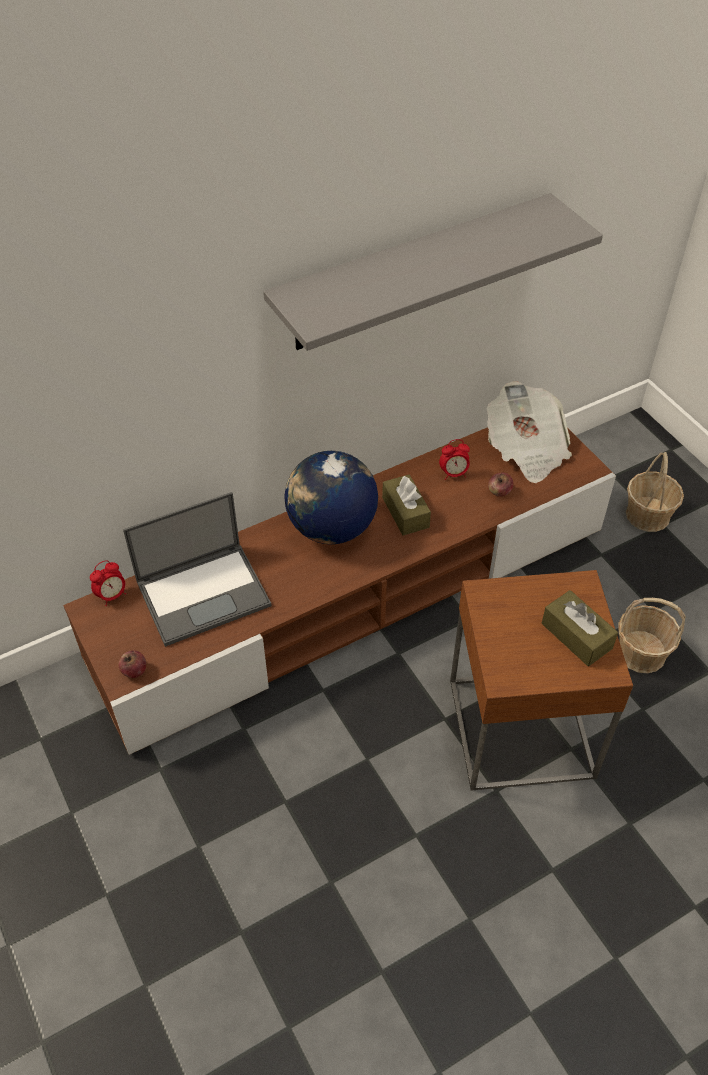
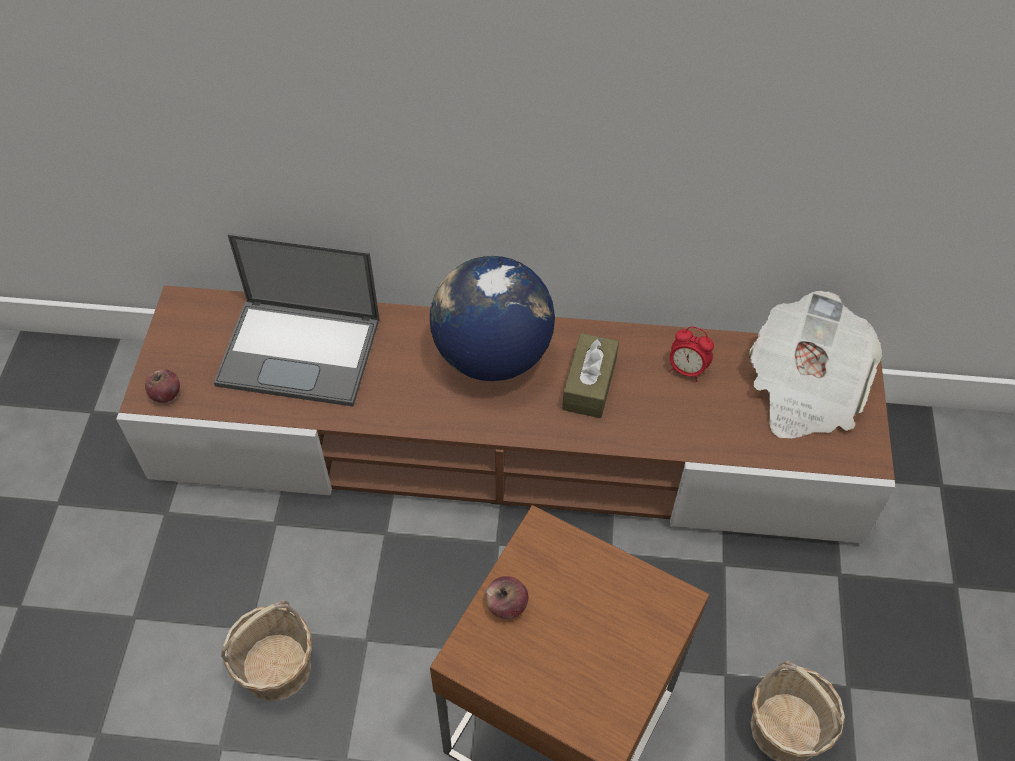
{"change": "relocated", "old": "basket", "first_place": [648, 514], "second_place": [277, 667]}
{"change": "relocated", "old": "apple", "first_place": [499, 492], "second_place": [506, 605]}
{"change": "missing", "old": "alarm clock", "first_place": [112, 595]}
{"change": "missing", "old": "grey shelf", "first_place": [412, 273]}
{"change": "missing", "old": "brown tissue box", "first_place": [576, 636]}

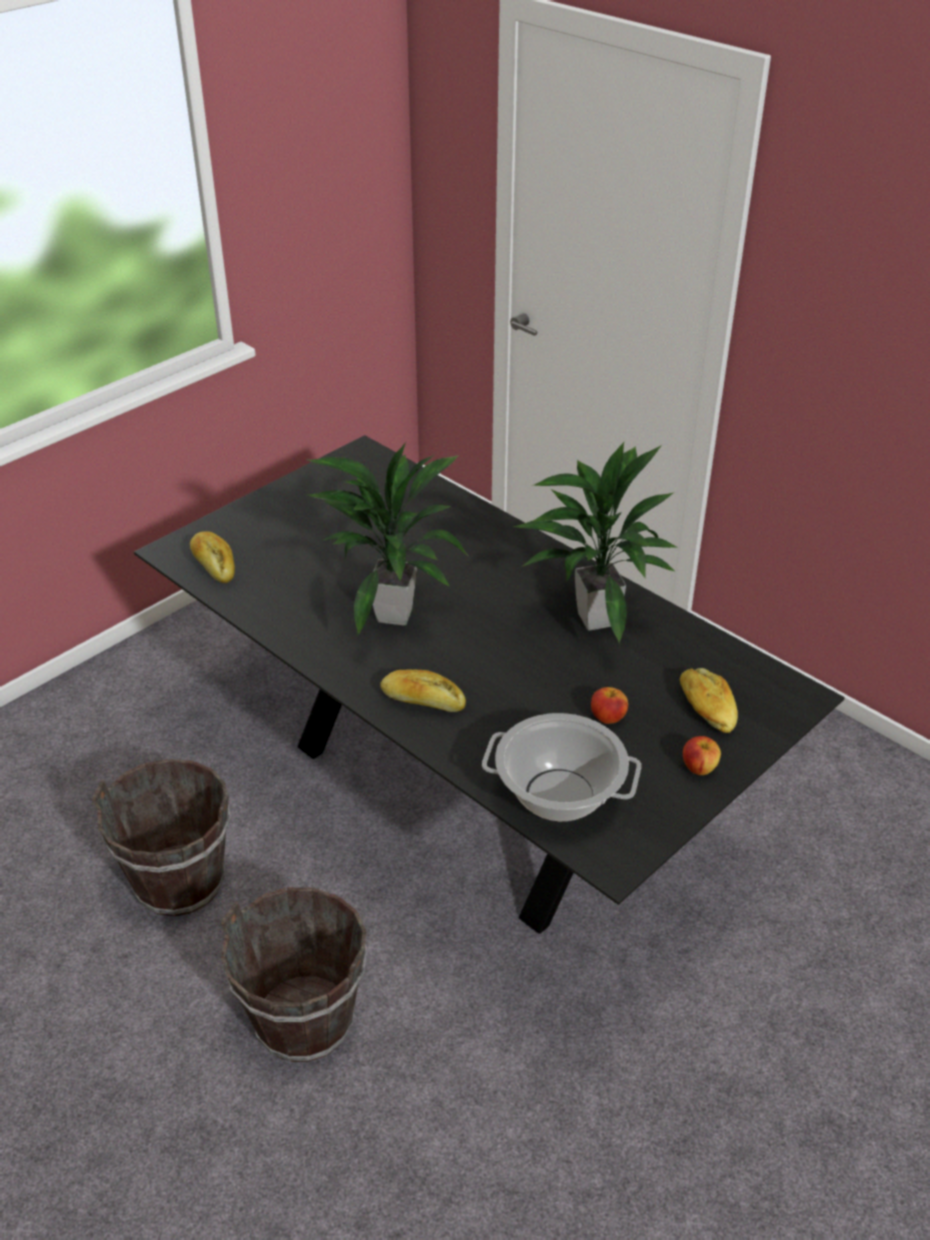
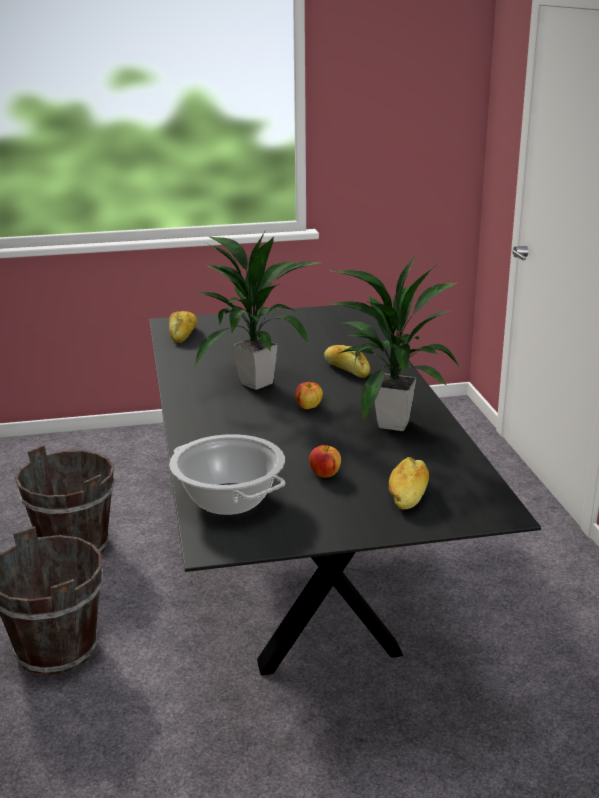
{"change": "relocated", "old": "apple", "first_place": [699, 768], "second_place": [308, 407]}
{"change": "relocated", "old": "bread", "first_place": [422, 701], "second_place": [346, 369]}

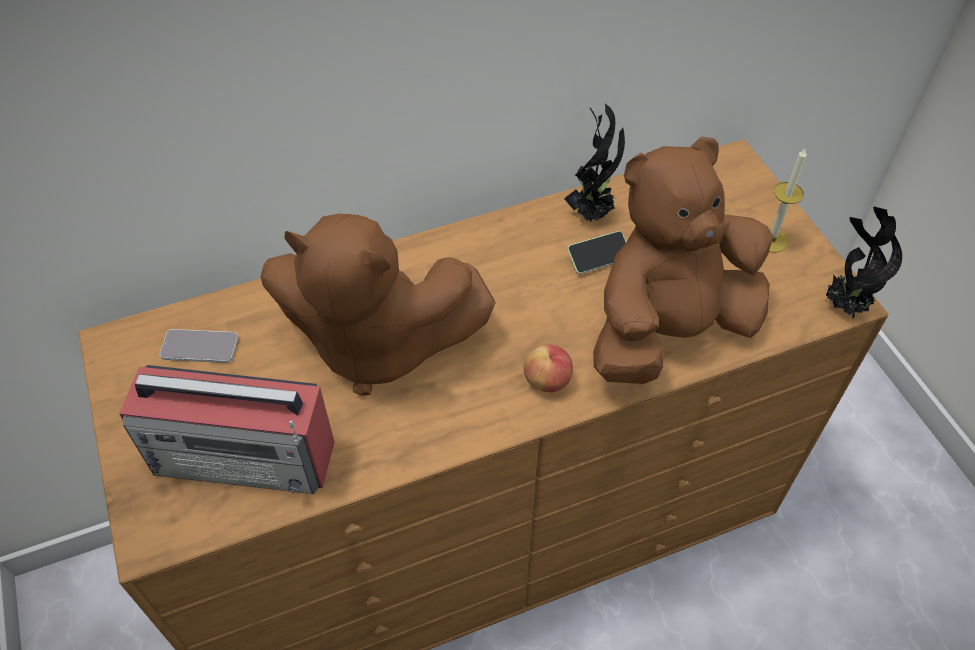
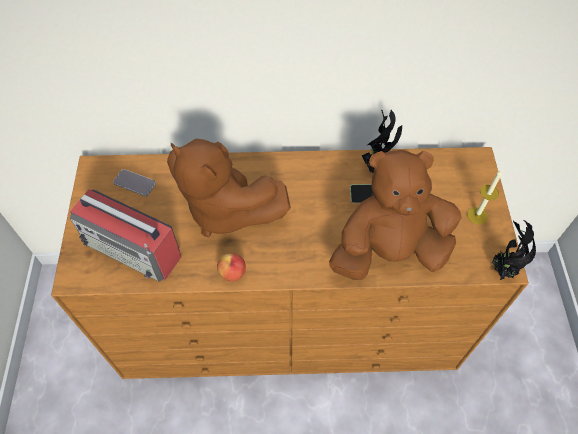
{"change": "relocated", "old": "apple", "first_place": [547, 381], "second_place": [232, 273]}

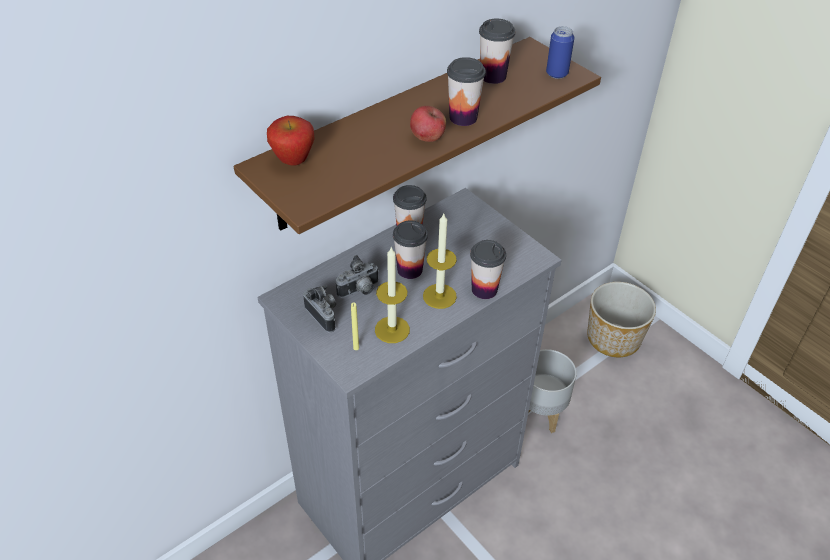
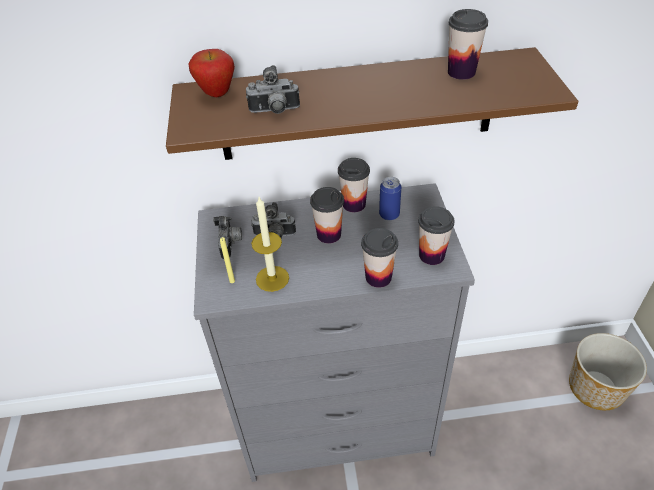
{"change": "appeared", "new": "photo camera", "second_place": [274, 111]}
{"change": "relocated", "old": "can", "first_place": [557, 73], "second_place": [389, 215]}
{"change": "relocated", "old": "cup", "first_place": [463, 118], "second_place": [431, 255]}
{"change": "missing", "old": "apple", "first_place": [427, 138]}
{"change": "missing", "old": "candle", "first_place": [439, 296]}
{"change": "missing", "old": "grey planter", "first_place": [540, 412]}

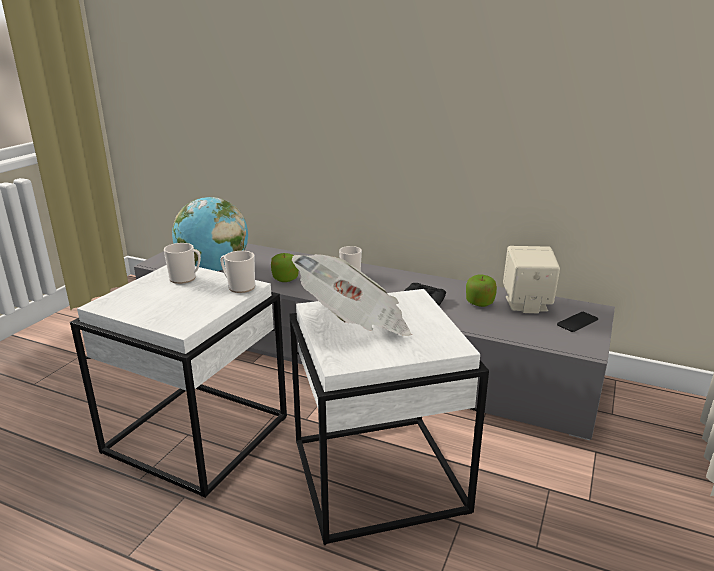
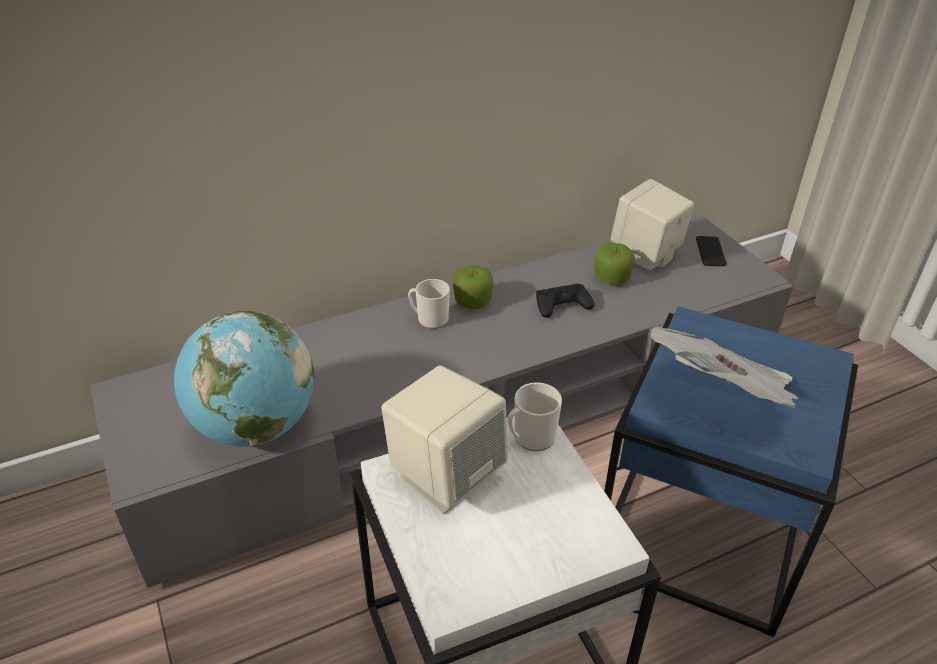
{"change": "exchanged", "old": "mug", "new": "beige speaker", "first_place": [185, 278], "second_place": [446, 475]}
{"change": "relocated", "old": "apple", "first_place": [285, 278], "second_place": [472, 301]}
{"change": "colour", "old": "white side table", "new": "blue side table", "first_place": [380, 476], "second_place": [703, 531]}

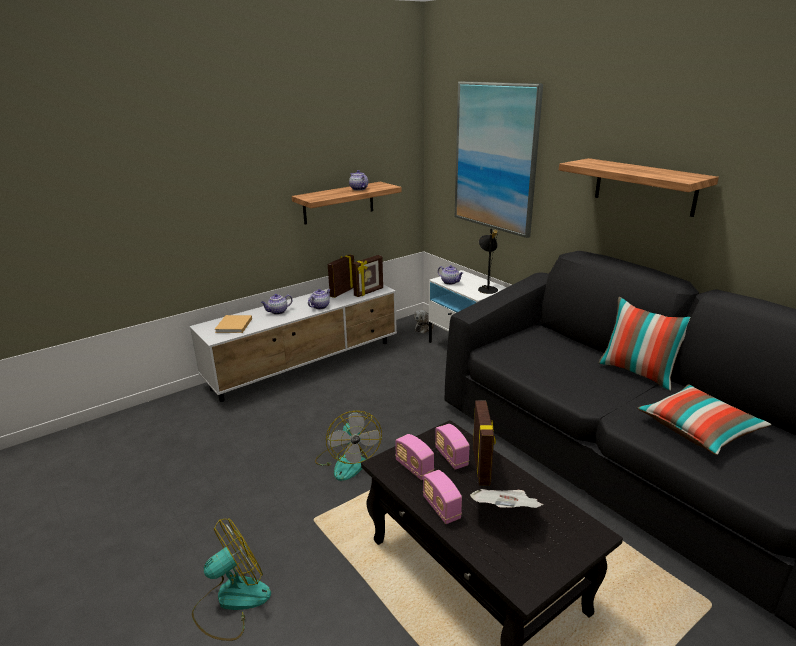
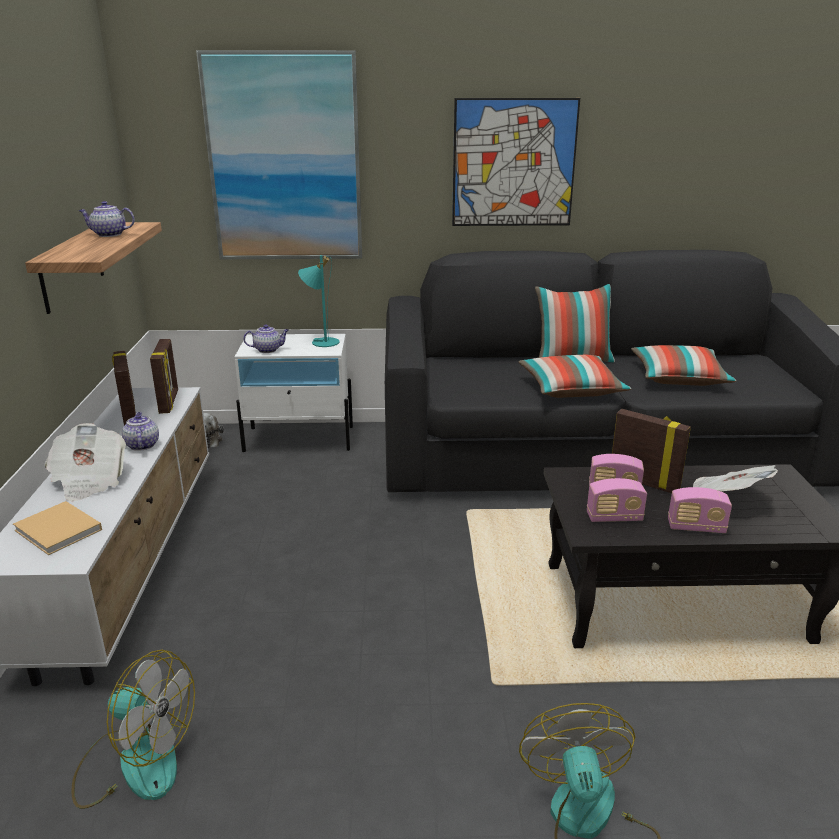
{"change": "exchanged", "old": "teapot", "new": "newspaper", "first_place": [277, 312], "second_place": [89, 480]}
{"change": "relocated", "old": "fan", "first_place": [347, 461], "second_place": [135, 762]}
{"change": "colour", "old": "black table lamp", "new": "turquoise table lamp", "first_place": [487, 288], "second_place": [321, 341]}
{"change": "exchanged", "old": "shelf", "new": "picture", "first_place": [644, 186], "second_place": [514, 163]}
{"change": "appeared", "new": "pillow", "second_place": [571, 390]}

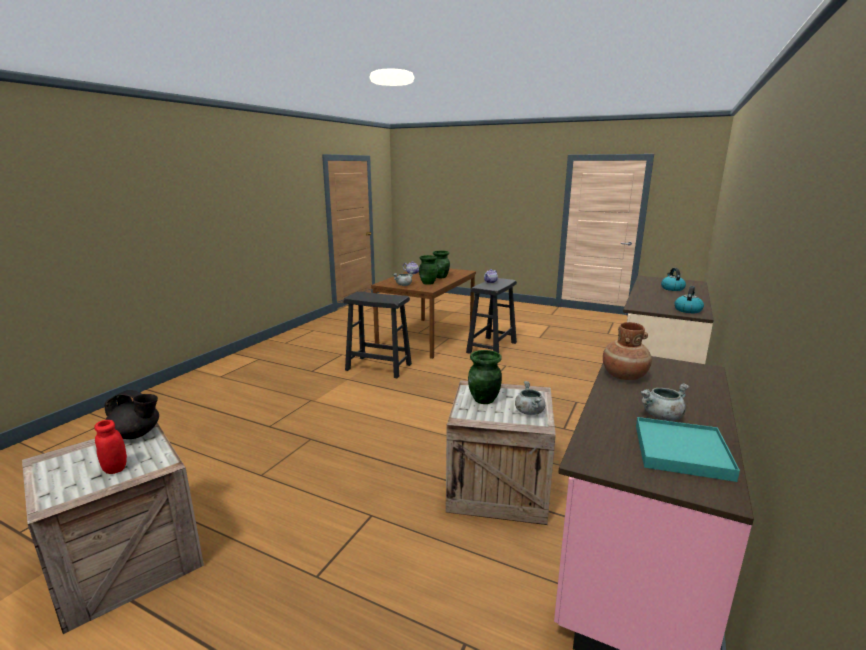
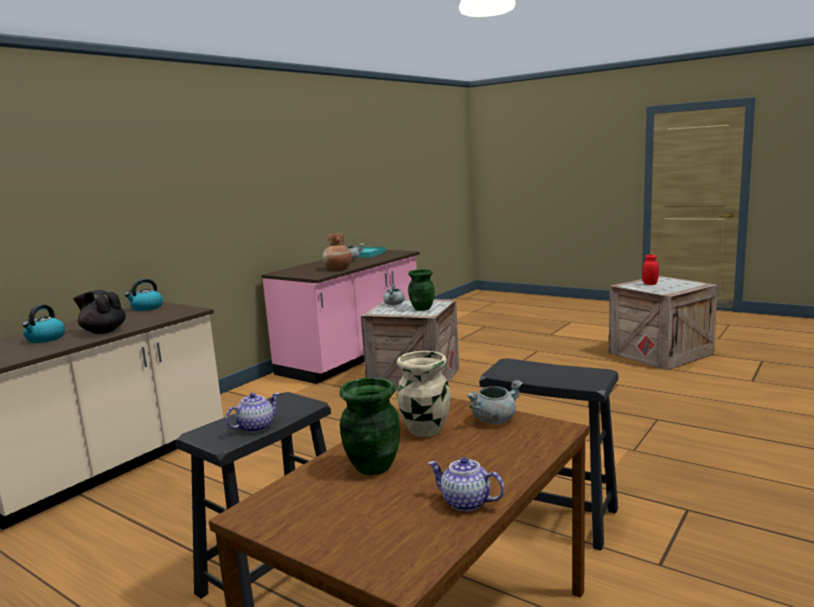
{"change": "relocated", "old": "black teapot", "first_place": [136, 434], "second_place": [103, 331]}
{"change": "colour", "old": "green vase", "new": "beige vase", "first_place": [428, 283], "second_place": [425, 430]}

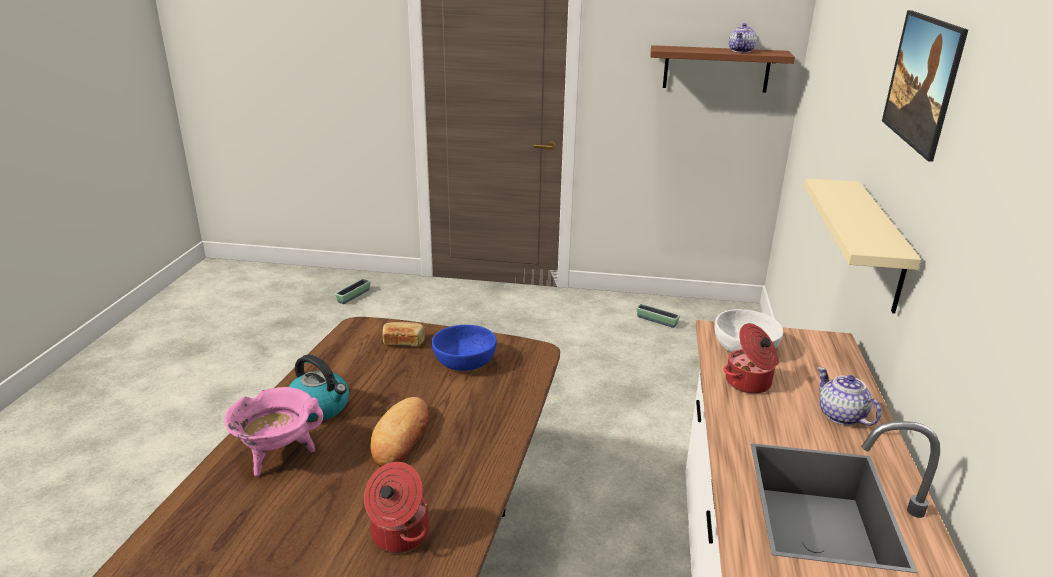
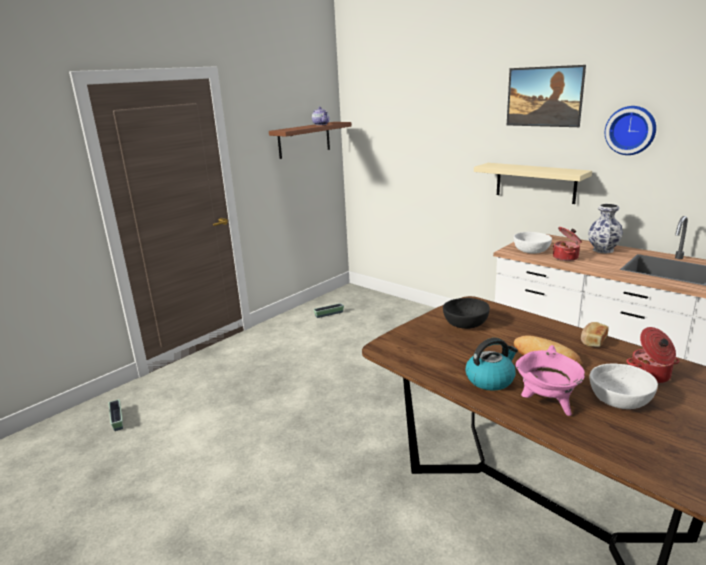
{"change": "colour", "old": "blue bowl", "new": "black bowl", "first_place": [464, 361], "second_place": [465, 323]}
{"change": "relocated", "old": "bread", "first_place": [403, 342], "second_place": [592, 341]}
{"change": "exchanged", "old": "teapot", "new": "vase", "first_place": [840, 415], "second_place": [603, 250]}
{"change": "appeared", "new": "white bowl", "second_place": [619, 399]}
{"change": "appeared", "new": "wall clock", "second_place": [631, 130]}

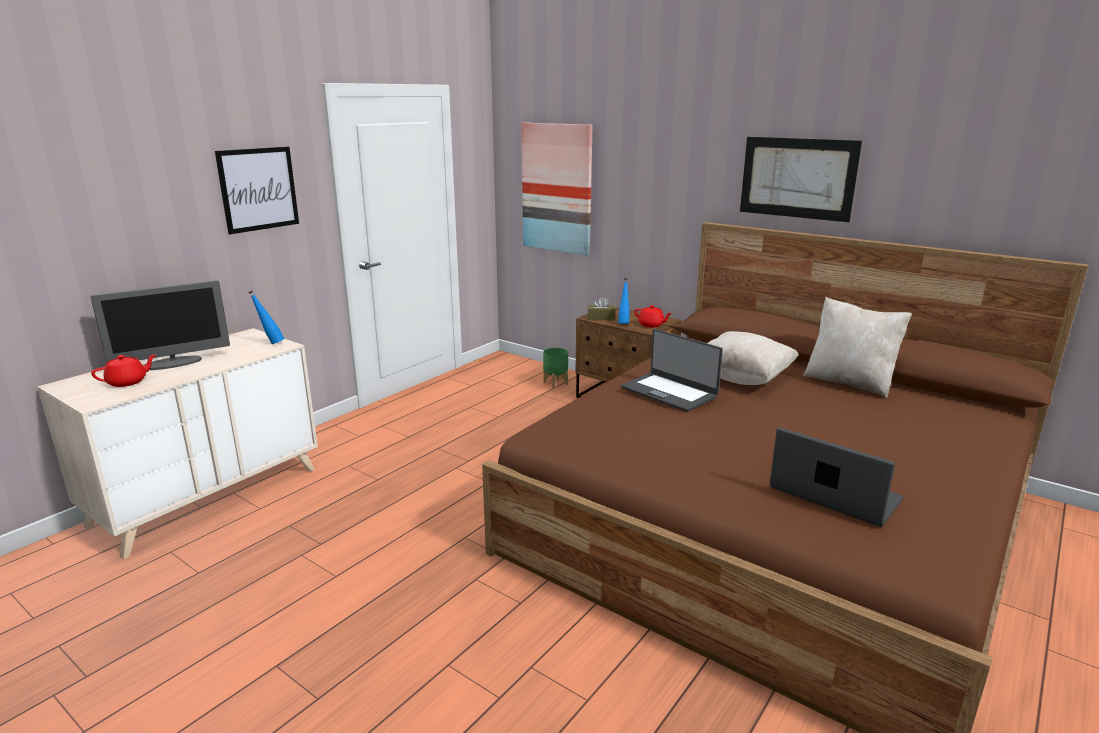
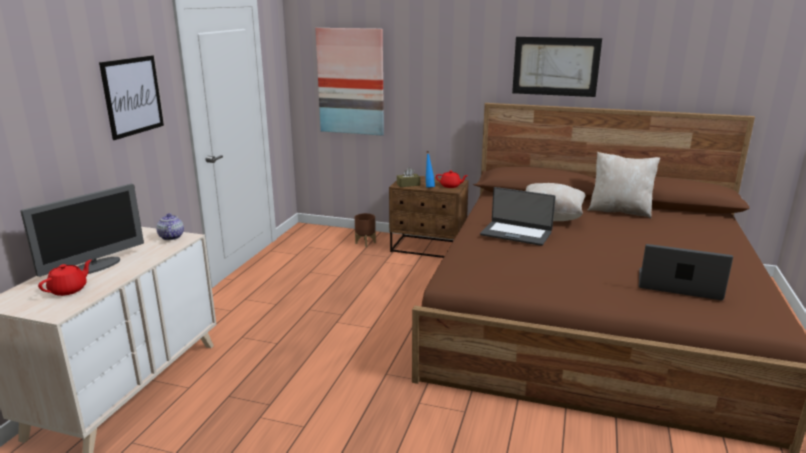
{"change": "exchanged", "old": "blue bottle", "new": "teapot", "first_place": [270, 343], "second_place": [171, 237]}
{"change": "colour", "old": "green planter", "new": "brown planter", "first_place": [555, 383], "second_place": [365, 243]}

